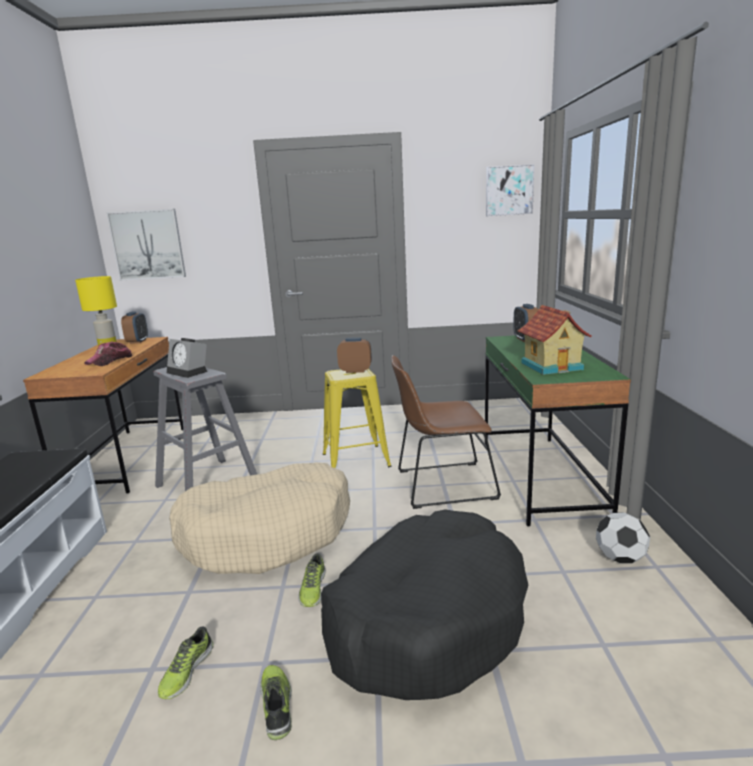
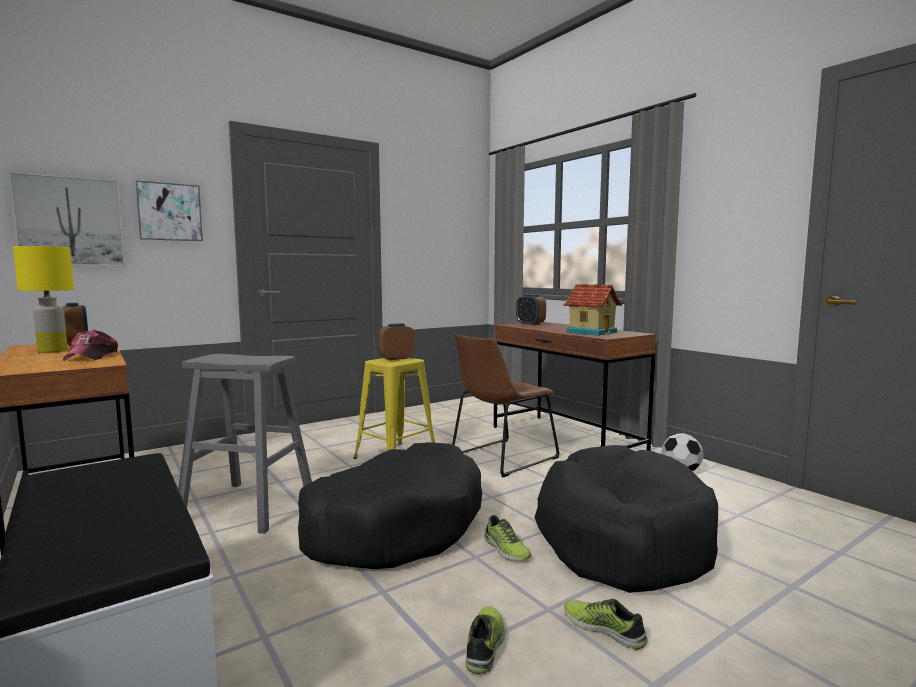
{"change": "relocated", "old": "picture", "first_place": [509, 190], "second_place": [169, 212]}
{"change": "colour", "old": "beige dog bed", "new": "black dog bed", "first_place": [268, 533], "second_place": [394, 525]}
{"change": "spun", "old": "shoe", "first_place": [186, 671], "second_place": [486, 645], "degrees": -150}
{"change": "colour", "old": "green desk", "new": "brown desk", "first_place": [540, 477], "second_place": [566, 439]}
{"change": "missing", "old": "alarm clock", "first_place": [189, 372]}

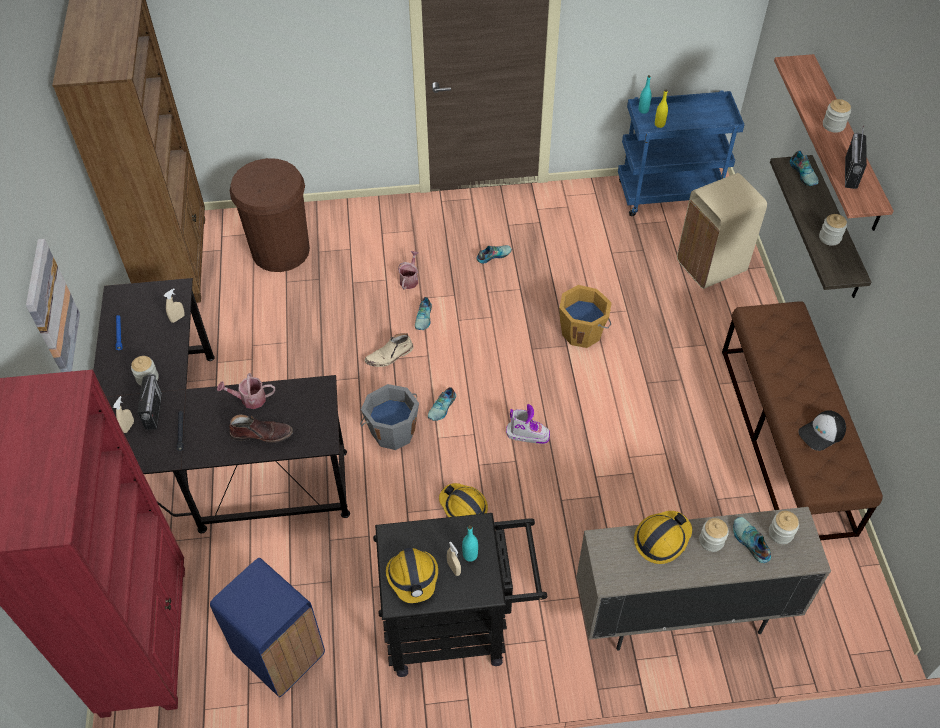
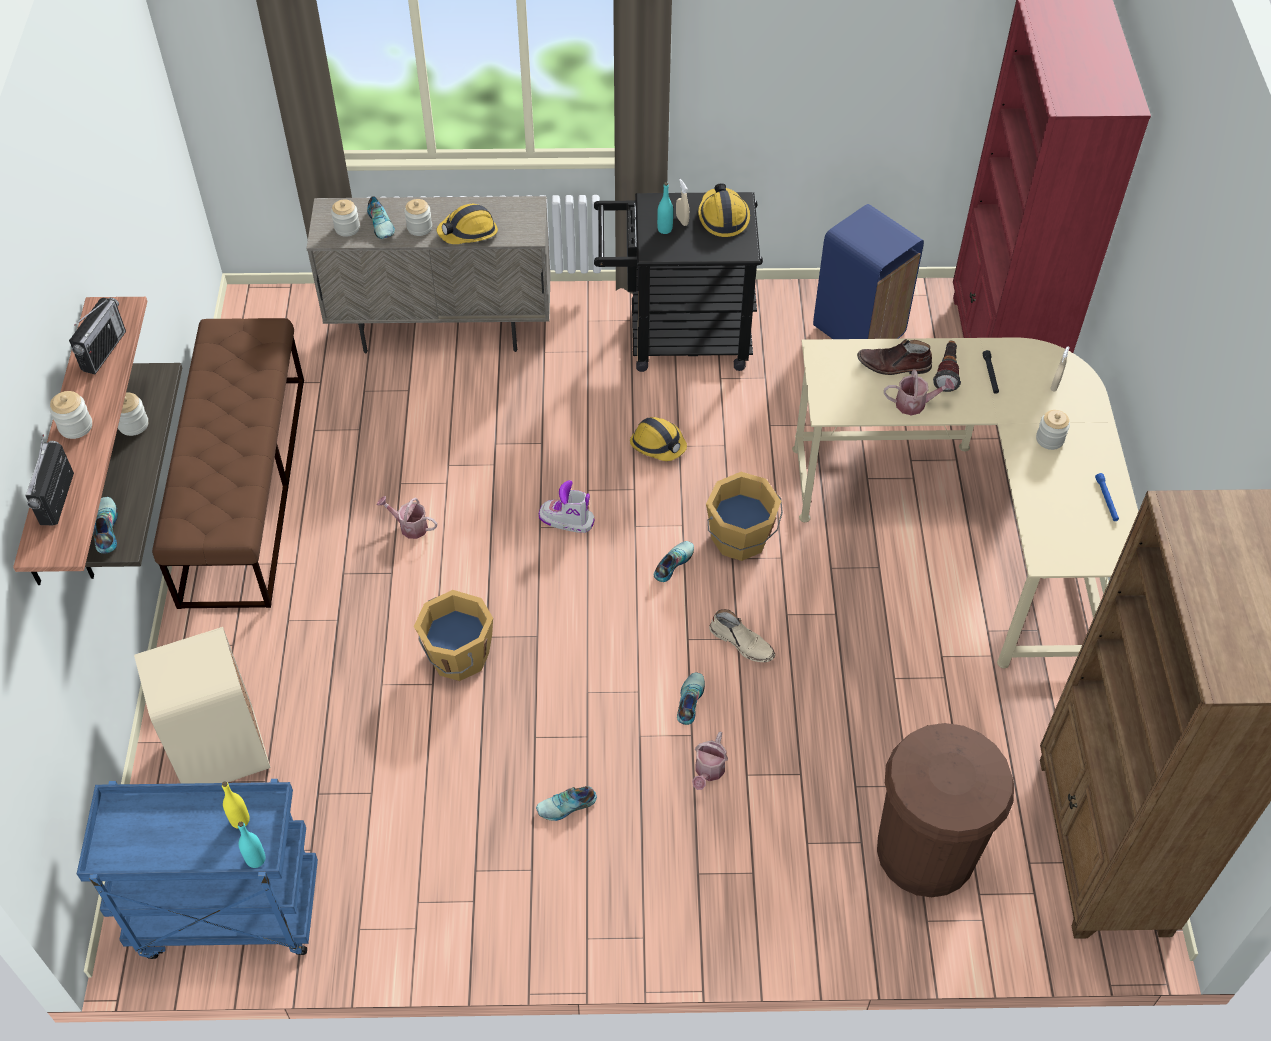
{"change": "relocated", "old": "radio", "first_place": [153, 411], "second_place": [57, 498]}
{"change": "appeared", "new": "watering can", "second_place": [410, 526]}
{"change": "colour", "old": "grey bucket", "new": "orange bucket", "first_place": [392, 431], "second_place": [740, 538]}
{"change": "spun", "old": "beige boot", "first_place": [389, 356], "second_place": [742, 642], "degrees": 60}
{"change": "colour", "old": "black desk", "new": "beige desk", "first_place": [214, 458], "second_place": [967, 525]}
{"change": "appeared", "new": "flashlight", "second_place": [947, 372]}
{"change": "missing", "old": "picture", "first_place": [51, 310]}
{"change": "missing", "old": "beige spray bottle", "first_place": [177, 318]}
{"change": "missing", "old": "cap", "first_place": [822, 433]}

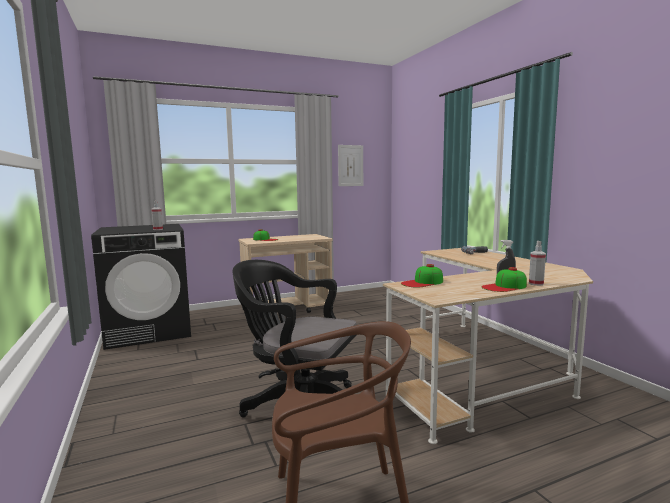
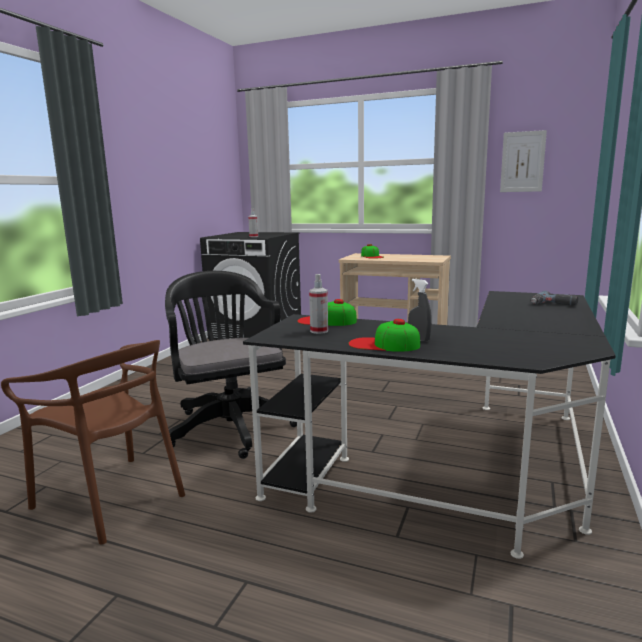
{"change": "colour", "old": "beige desk", "new": "black desk", "first_place": [484, 372], "second_place": [461, 473]}
{"change": "relocated", "old": "spray bottle", "first_place": [536, 284], "second_place": [319, 331]}

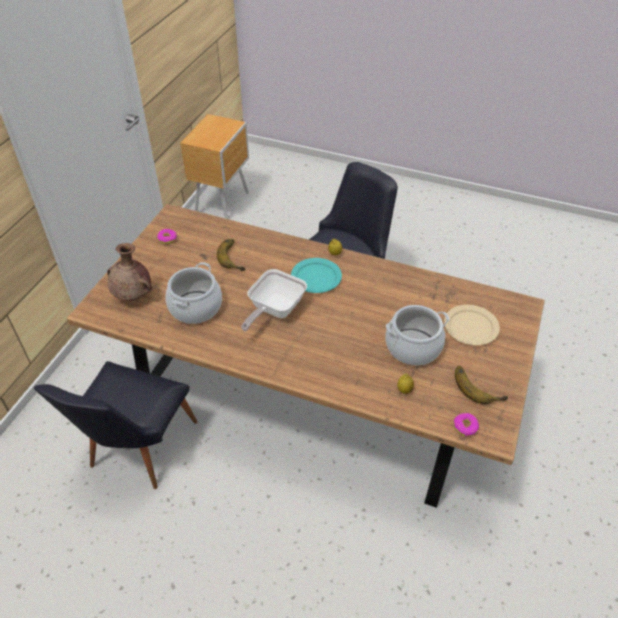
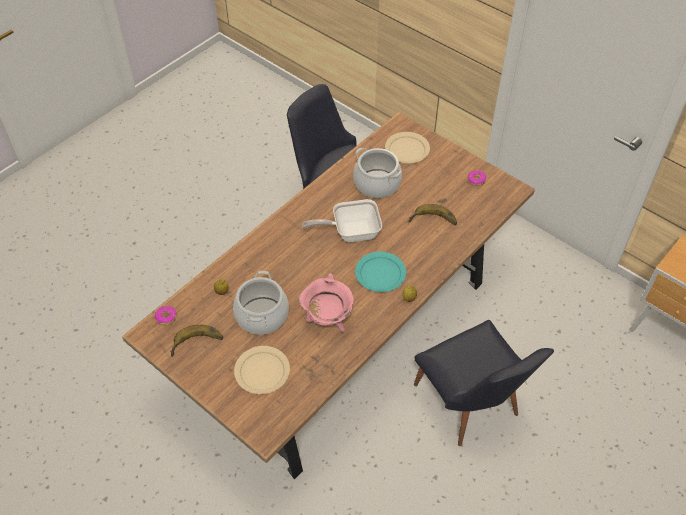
{"change": "appeared", "new": "pink cooking pot", "second_place": [327, 320]}
{"change": "spun", "old": "frying pan", "first_place": [274, 310], "second_place": [351, 232], "degrees": -60}
{"change": "exchanged", "old": "brown vase", "new": "beige plate", "first_place": [134, 296], "second_place": [407, 150]}

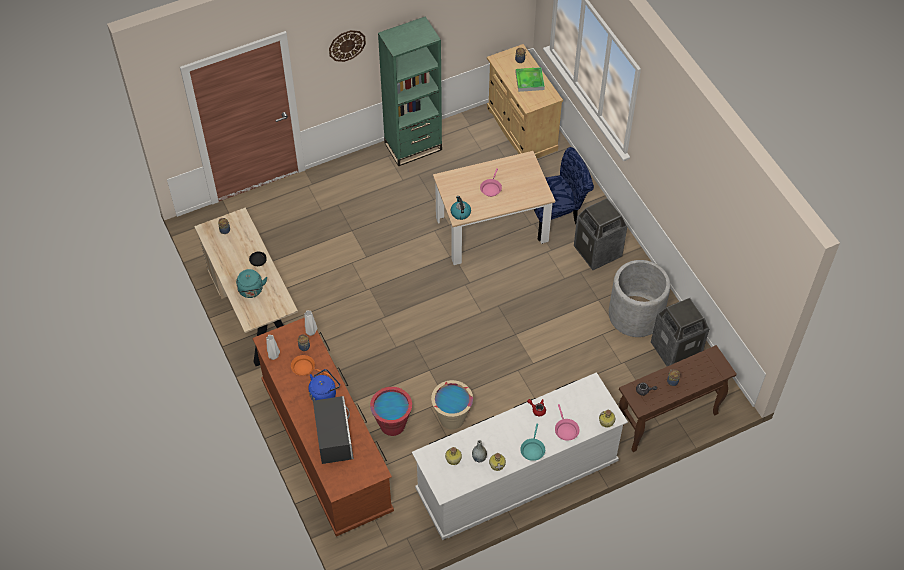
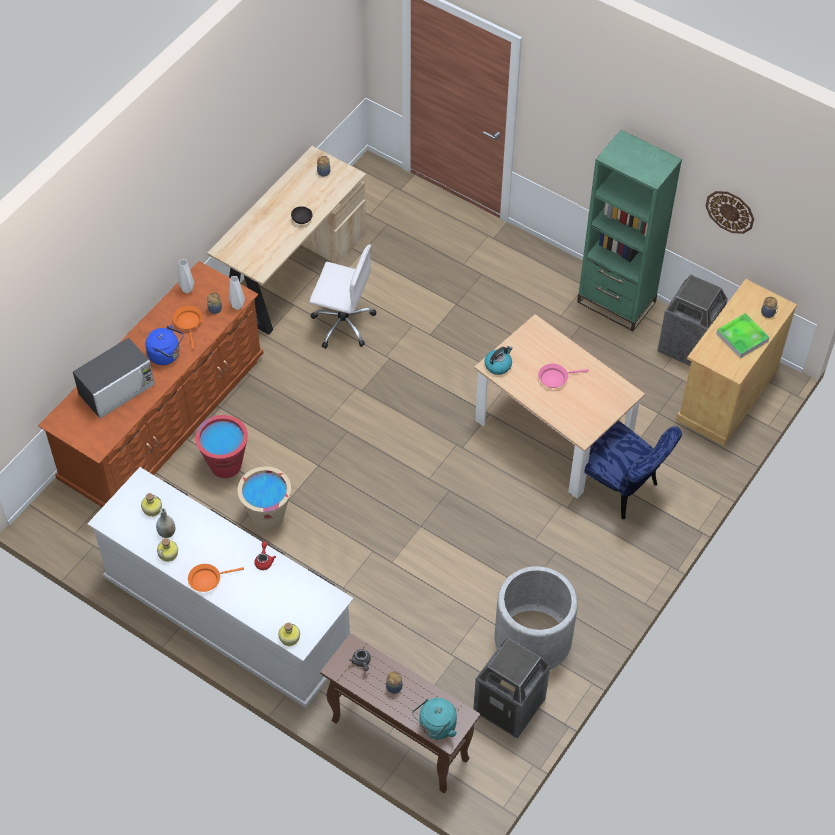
{"change": "colour", "old": "turquoise frying pan", "new": "orange frying pan", "first_place": [532, 449], "second_place": [207, 579]}
{"change": "appeared", "new": "white office chair", "second_place": [342, 323]}
{"change": "relocated", "old": "turquoise kettle", "first_place": [251, 291], "second_place": [436, 727]}
{"change": "relocated", "old": "trash can", "first_place": [598, 252], "second_place": [687, 346]}
{"change": "relocated", "old": "wall clock", "first_place": [347, 45], "second_place": [730, 211]}
{"change": "missing", "old": "pink frying pan", "first_place": [565, 429]}

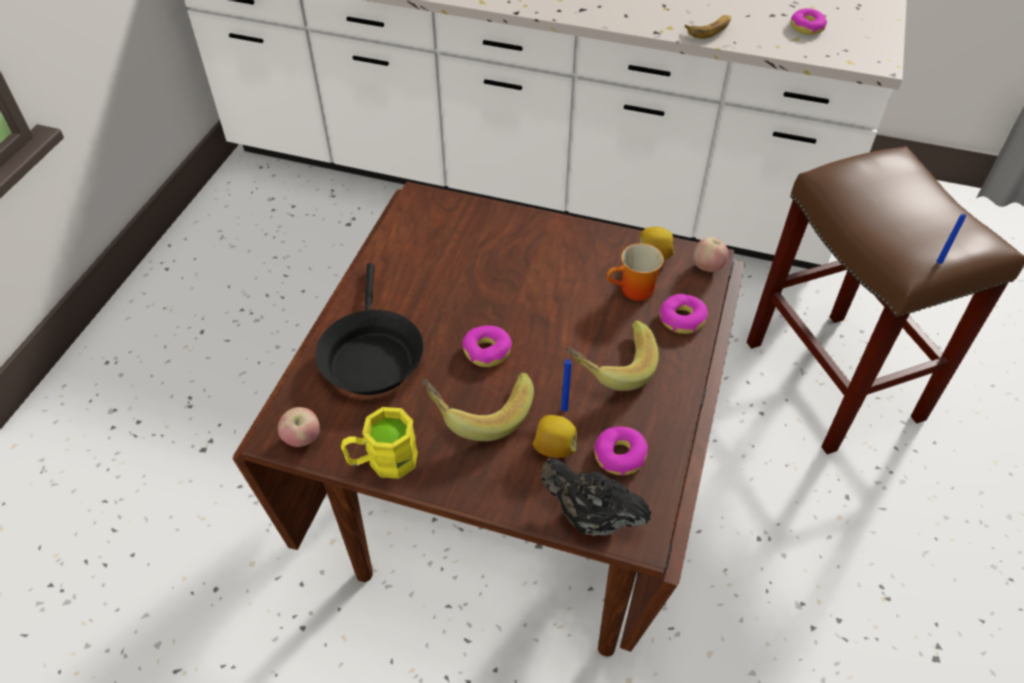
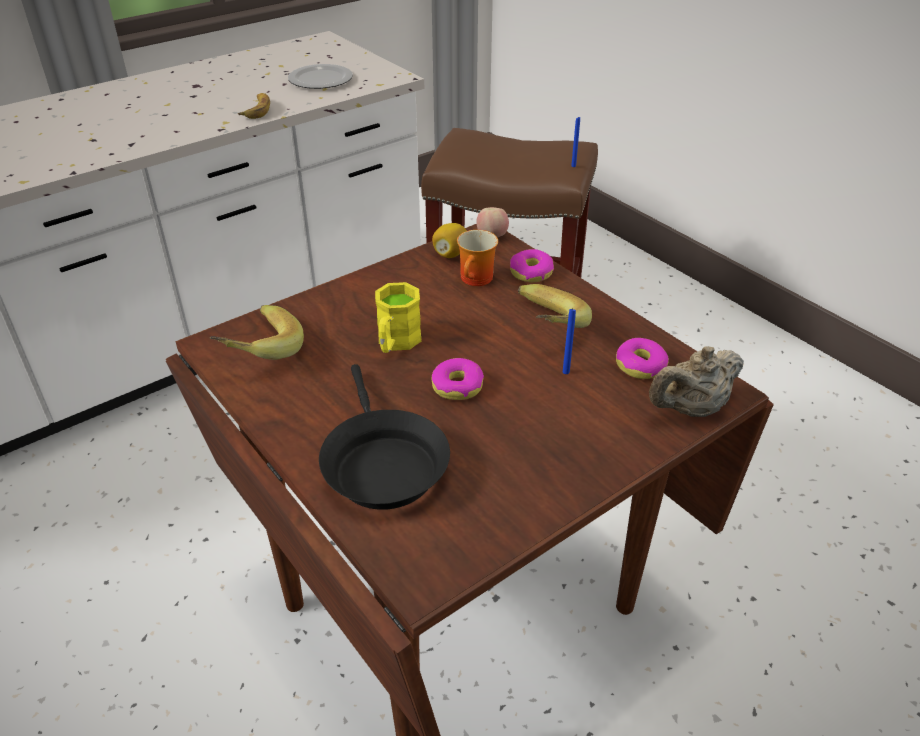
{"change": "relocated", "old": "banana", "first_place": [479, 410], "second_place": [258, 351]}
{"change": "exchanged", "old": "donut", "new": "plate", "first_place": [807, 27], "second_place": [319, 80]}
{"change": "spun", "old": "black frying pan", "first_place": [371, 355], "second_place": [382, 464], "degrees": 45}
{"change": "relocated", "old": "yellow mug", "first_place": [382, 461], "second_place": [396, 343]}
{"change": "colour", "old": "black teapot", "new": "beige teapot", "first_place": [591, 517], "second_place": [691, 409]}
{"change": "missing", "old": "apple", "first_place": [302, 439]}
{"change": "missing", "old": "lemon", "first_place": [554, 447]}

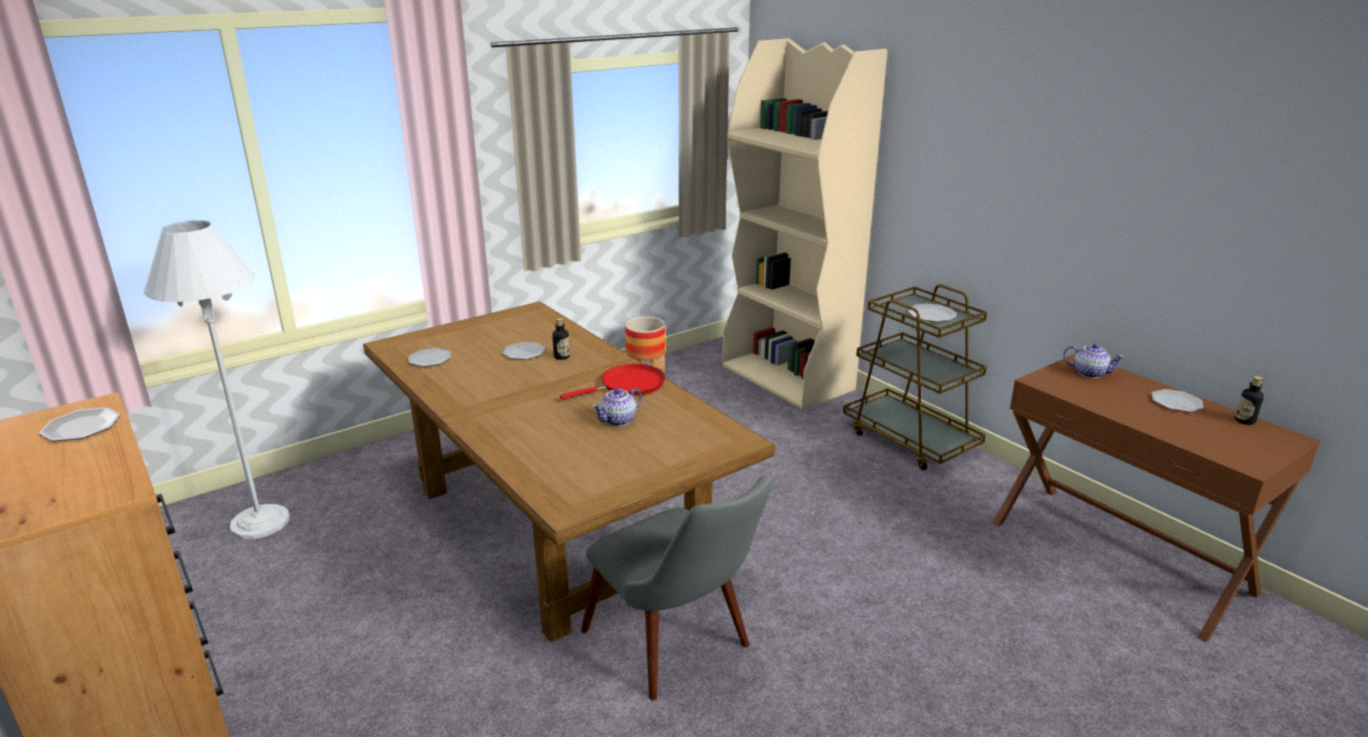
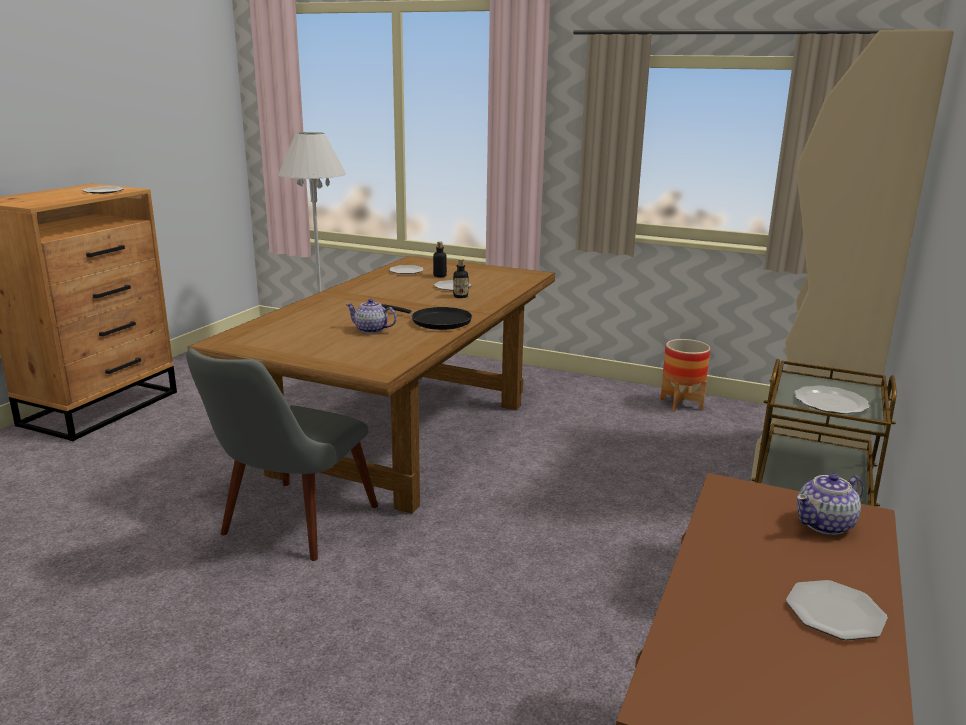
{"change": "colour", "old": "red frying pan", "new": "black frying pan", "first_place": [628, 385], "second_place": [437, 321]}
{"change": "relocated", "old": "bottle", "first_place": [1244, 421], "second_place": [440, 276]}
{"change": "spun", "old": "teapot", "first_place": [1089, 373], "second_place": [826, 524], "degrees": 60}

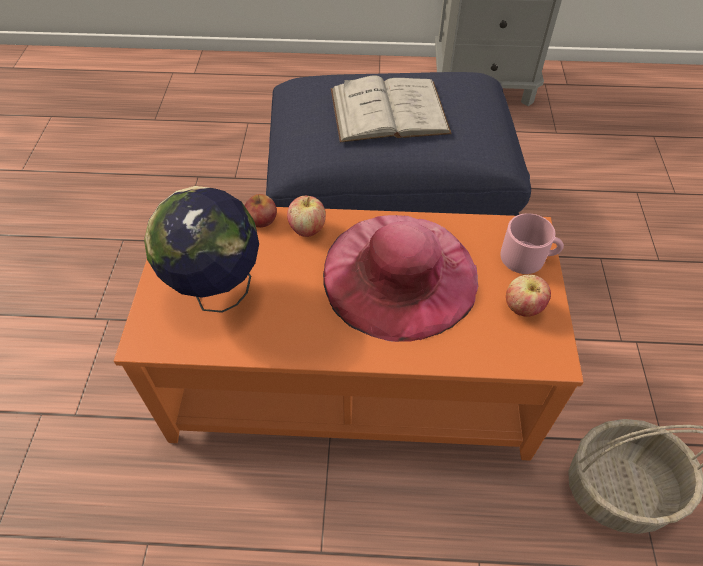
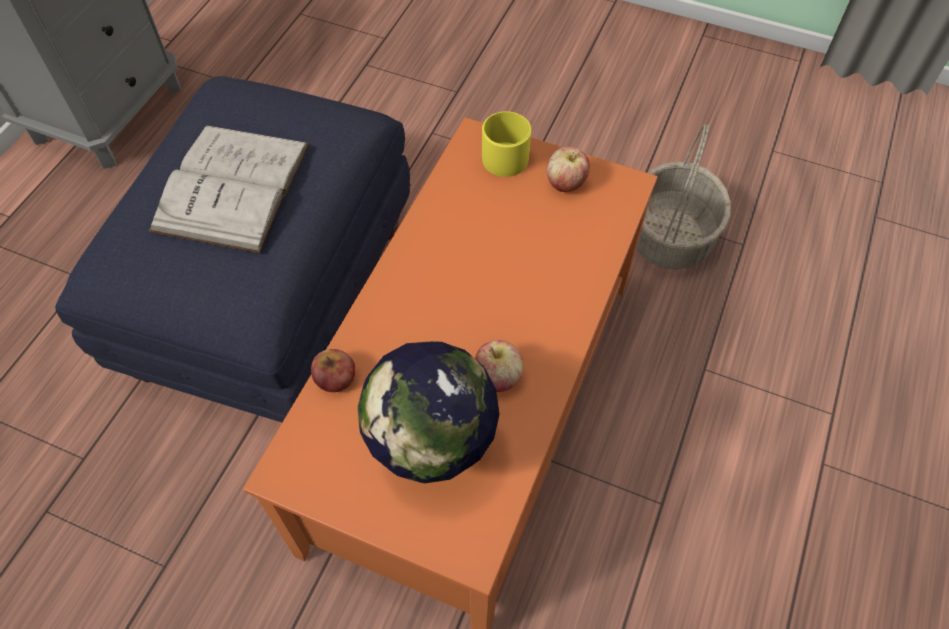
{"change": "relocated", "old": "apple", "first_place": [307, 229], "second_place": [497, 378]}
{"change": "colour", "old": "pink mug", "new": "yellow mug", "first_place": [528, 257], "second_place": [508, 155]}
{"change": "missing", "old": "pink hat", "first_place": [399, 274]}

